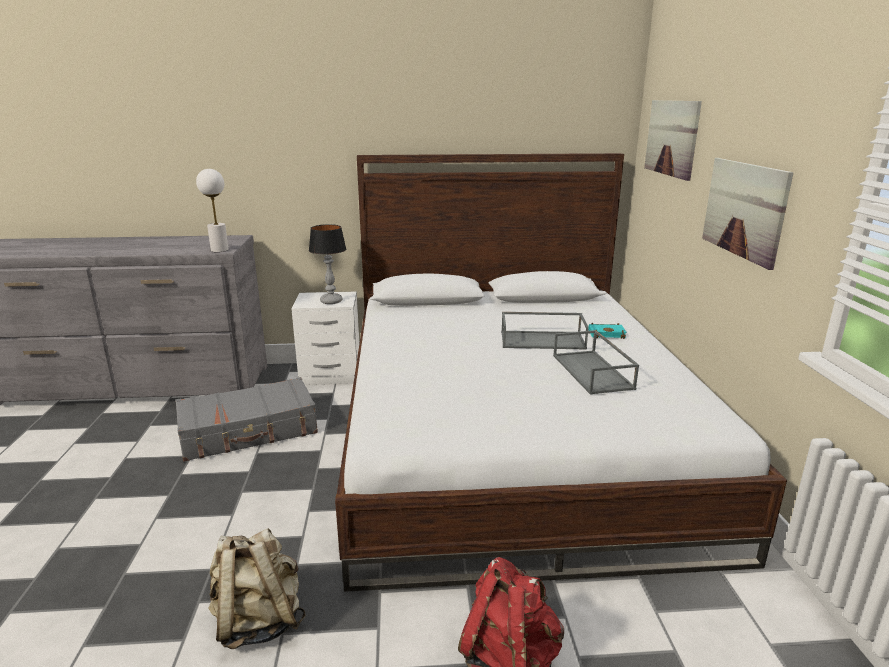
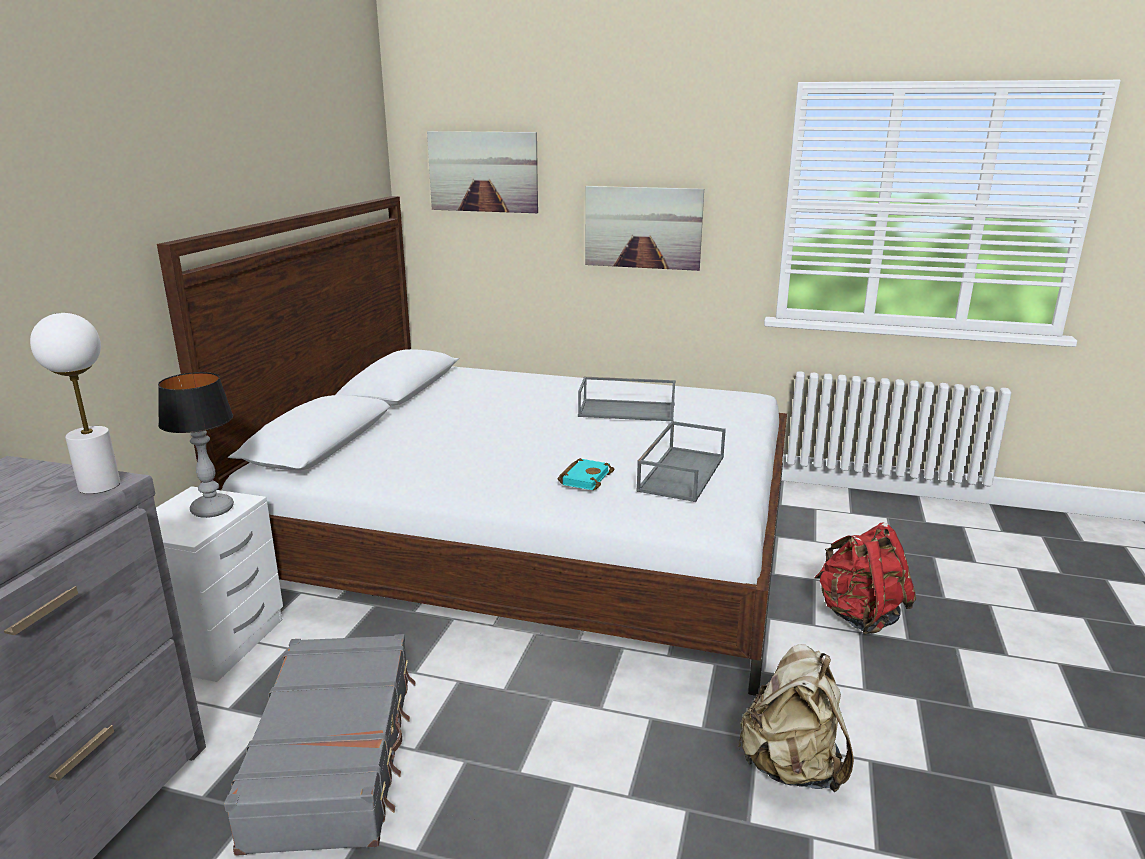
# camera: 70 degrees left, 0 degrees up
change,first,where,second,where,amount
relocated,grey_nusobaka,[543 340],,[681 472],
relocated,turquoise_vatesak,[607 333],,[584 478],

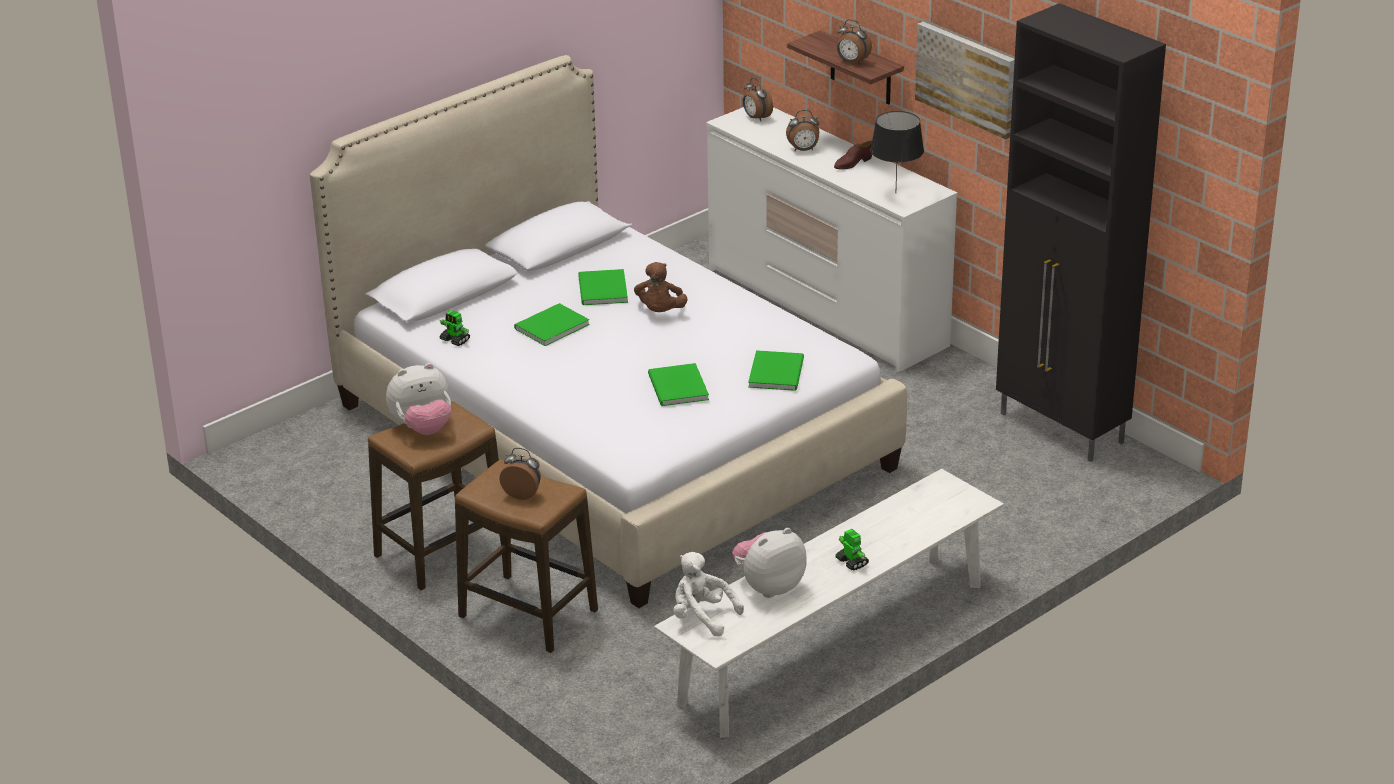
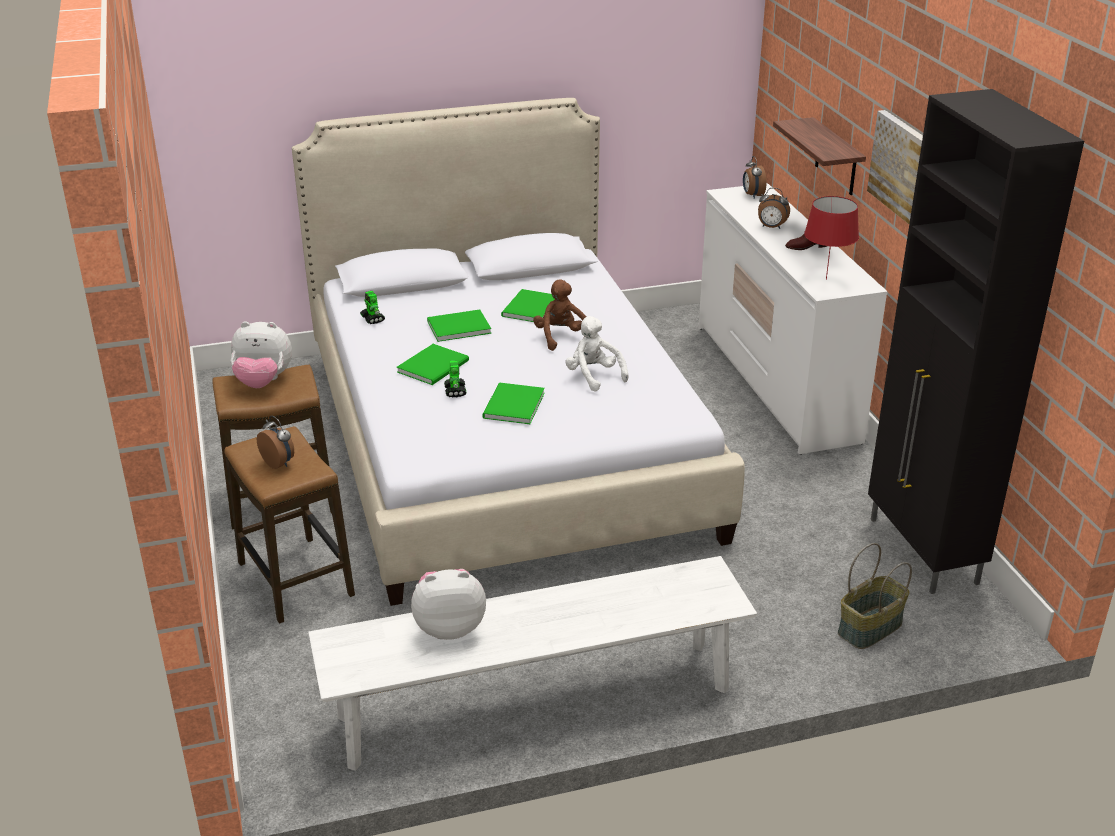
# camera: 25 degrees right, 0 degrees up
change,first,where,second,where,amount
missing,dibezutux,[852 62],,,
appeared,,,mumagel,[870 629],
relocated,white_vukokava,[702 617],,[594 376],
relocated,green_vatesak,[778 372],,[435 366],
relocated,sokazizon,[851 562],,[455 391],
colour,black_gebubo,[895 193],red_gebubo,[825 279],
spun,brown_vukokava,[660 312],,[561 337],135 degrees clockwise

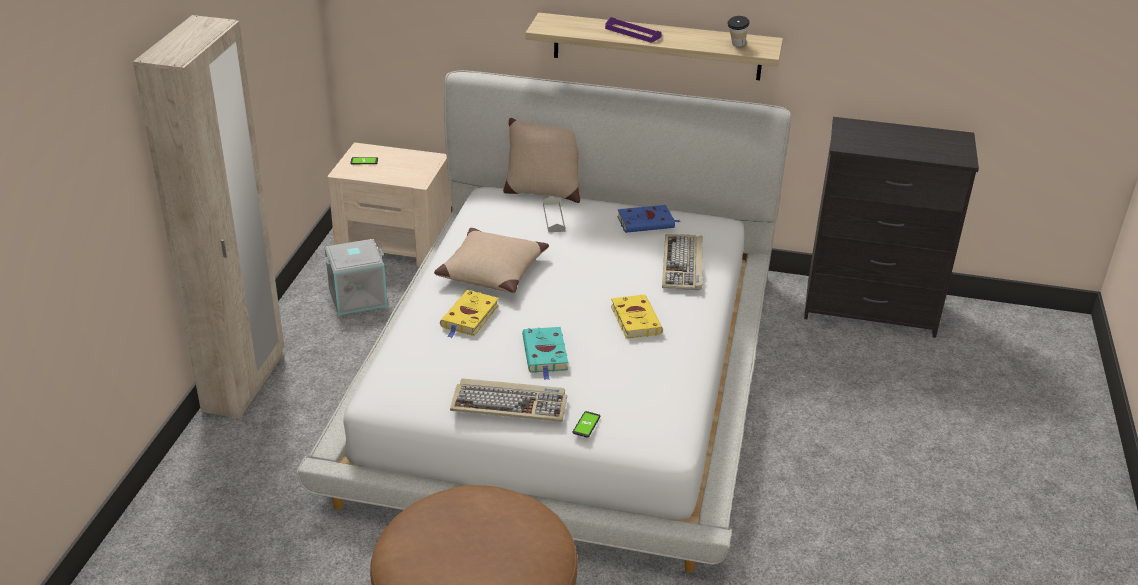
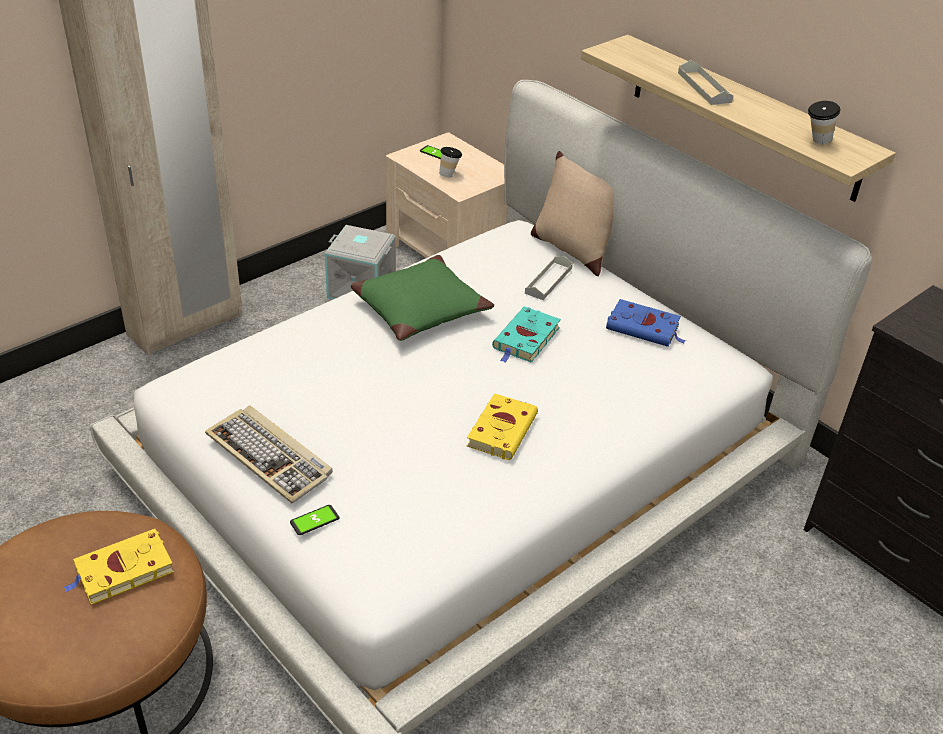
# camera: 35 degrees right, 5 degrees up
change,first,where,second,where,amount
missing,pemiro,[683 265],,,
appeared,,,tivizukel,[449 174],
relocated,yellow_vatesak,[469 317],,[122 571],
relocated,turquoise_vatesak,[545 355],,[525 339],
colour,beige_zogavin,[491 271],green_zogavin,[420 309],
colour,purple_nusobaka,[633 33],grey_nusobaka,[704 87],

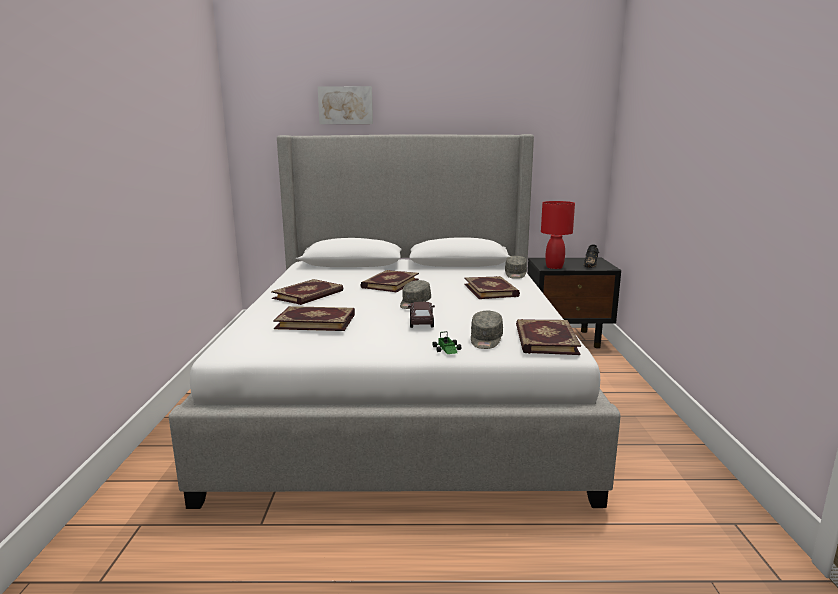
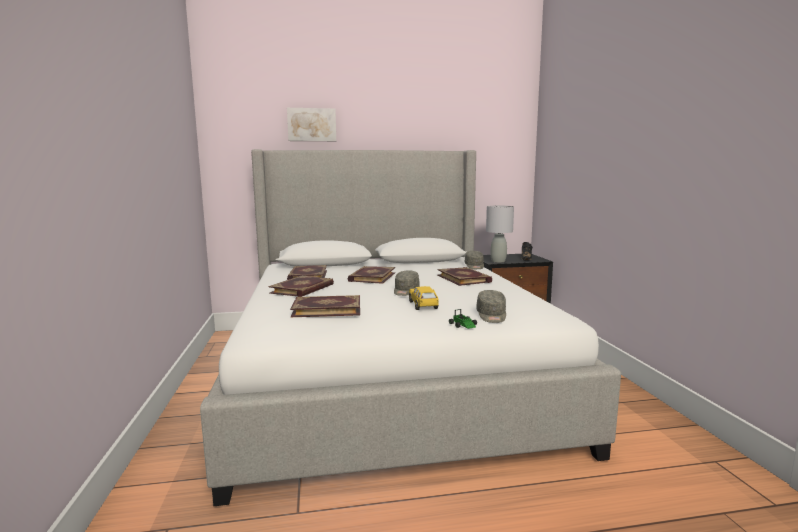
# camera: 10 degrees left, 5 degrees down
change,first,where,second,where,amount
relocated,vatesak,[544 340],,[307 275],
colour,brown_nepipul,[421 322],yellow_nepipul,[423 305],
colour,red_gebubo,[554 267],grey_gebubo,[498 261],

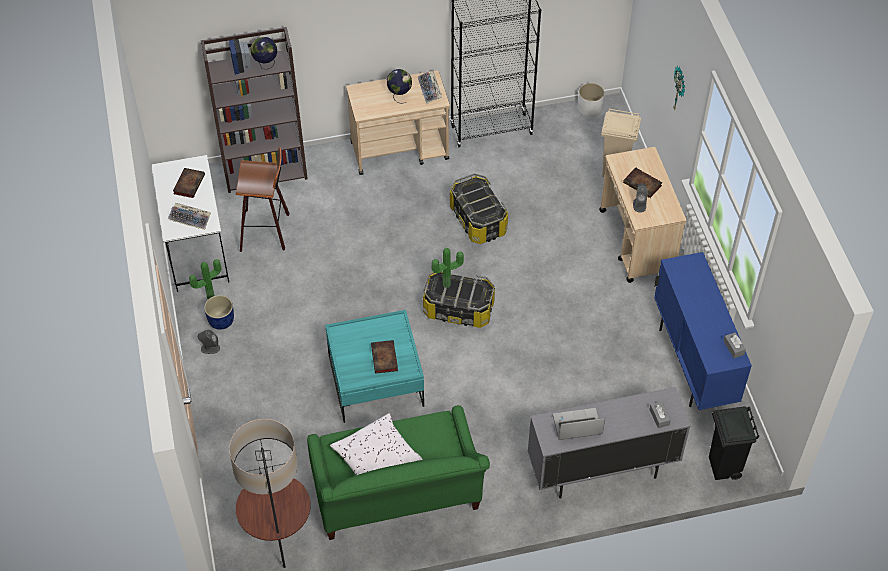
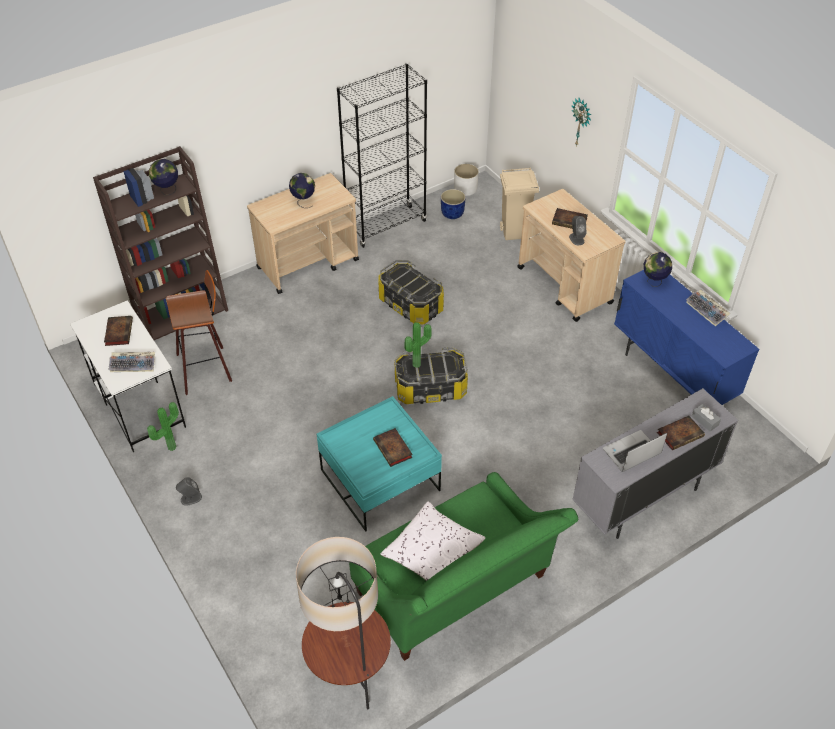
# camera: 20 degrees left, 5 degrees down
change,first,where,second,where,amount
missing,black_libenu,[723 468],,,
missing,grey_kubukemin,[733 348],,,
appeared,,,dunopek,[654 282],
appeared,,,vatesak,[680 434],
relocated,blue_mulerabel,[221 321],,[452 213],
relocated,pemiro,[430 90],,[707 310],

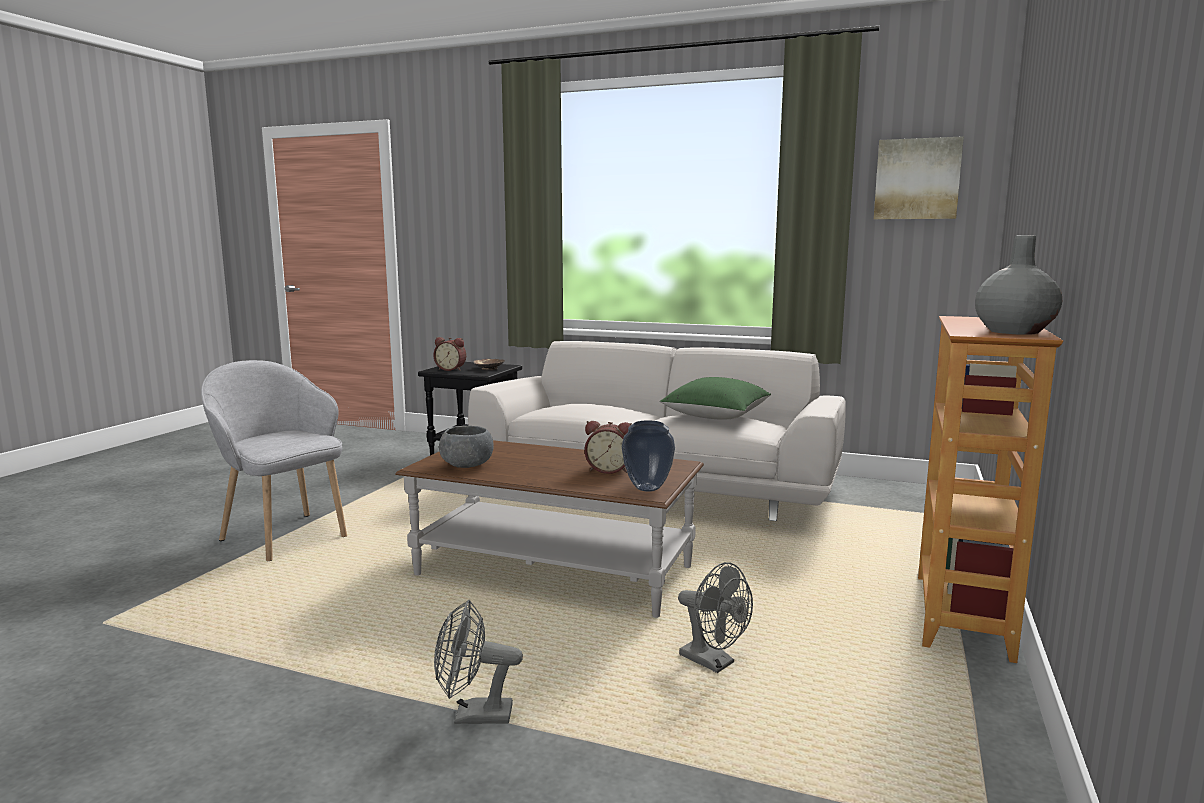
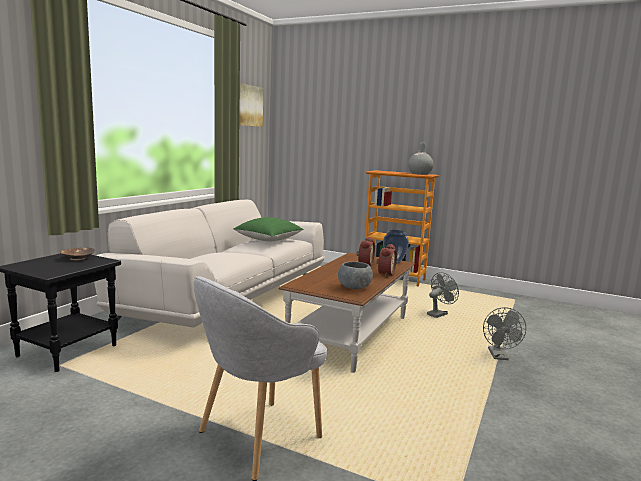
# camera: 85 degrees left, 0 degrees up
change,first,where,second,where,amount
relocated,dibezutux,[451 369],,[384 273],

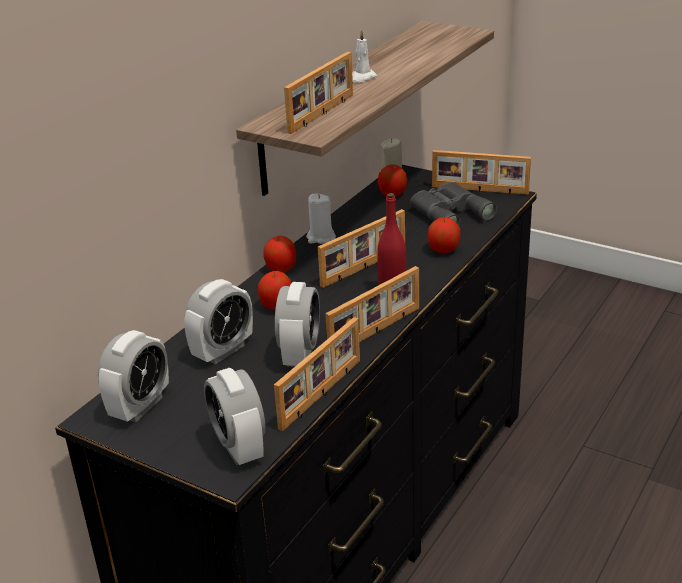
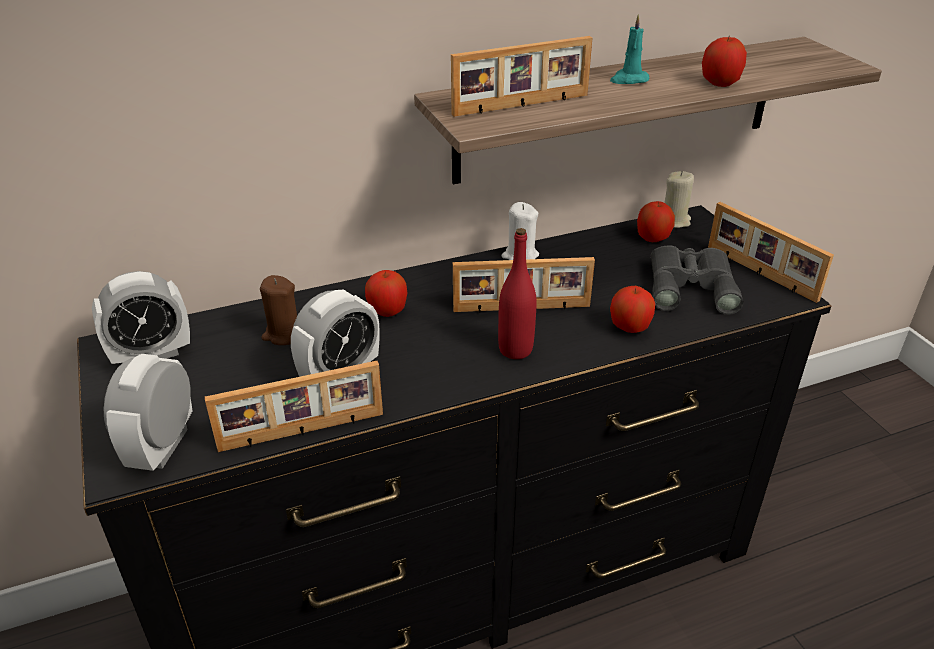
# camera: 35 degrees right, 5 degrees up
change,first,where,second,where,amount
missing,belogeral,[376 332],,,
relocated,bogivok,[281 269],,[720 83],
exchanged,dibezutux,[223 351],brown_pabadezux,[283 334],
colour,white_pabadezux,[362 78],turquoise_pabadezux,[628 80],

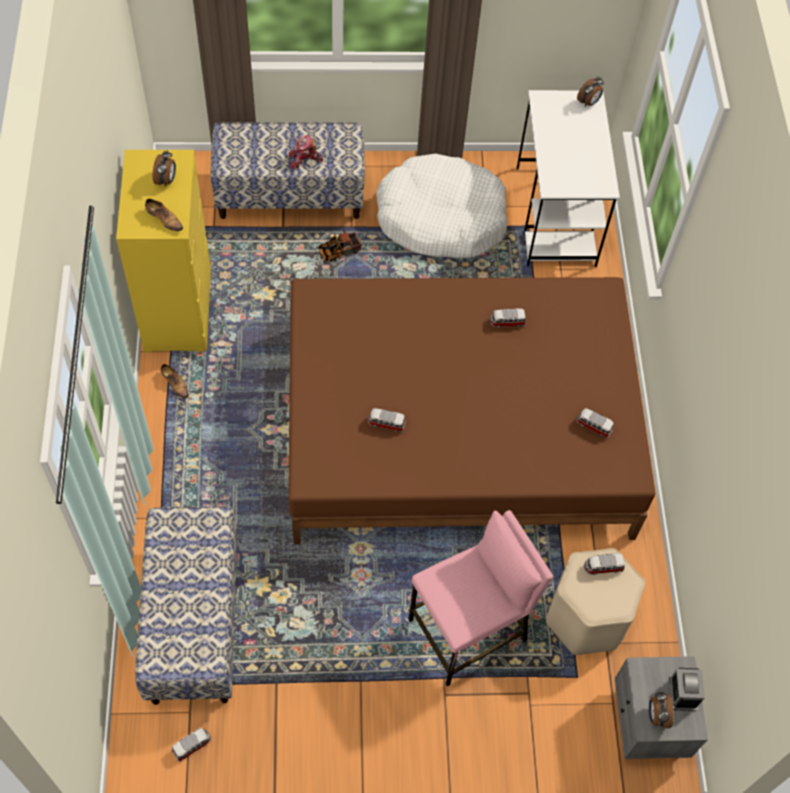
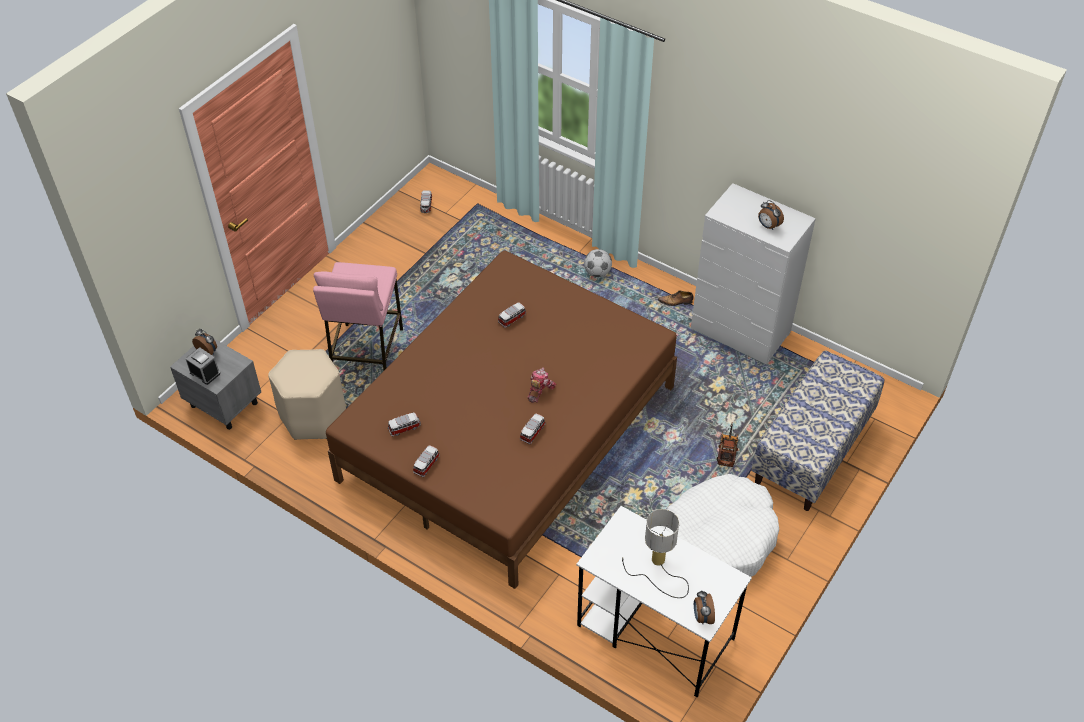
# camera: 130 degrees right, 10 degrees down
change,first,where,second,where,amount
missing,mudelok,[193 621],,,
missing,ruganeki,[164 219],,,
appeared,,,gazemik,[597 272],
appeared,,,gebubo,[657 567],
relocated,sokazizon,[304 160],,[539 390],
relocated,nepipul,[603 567],,[427 464],
colour,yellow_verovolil,[178 309],white_verovolil,[740 331],

